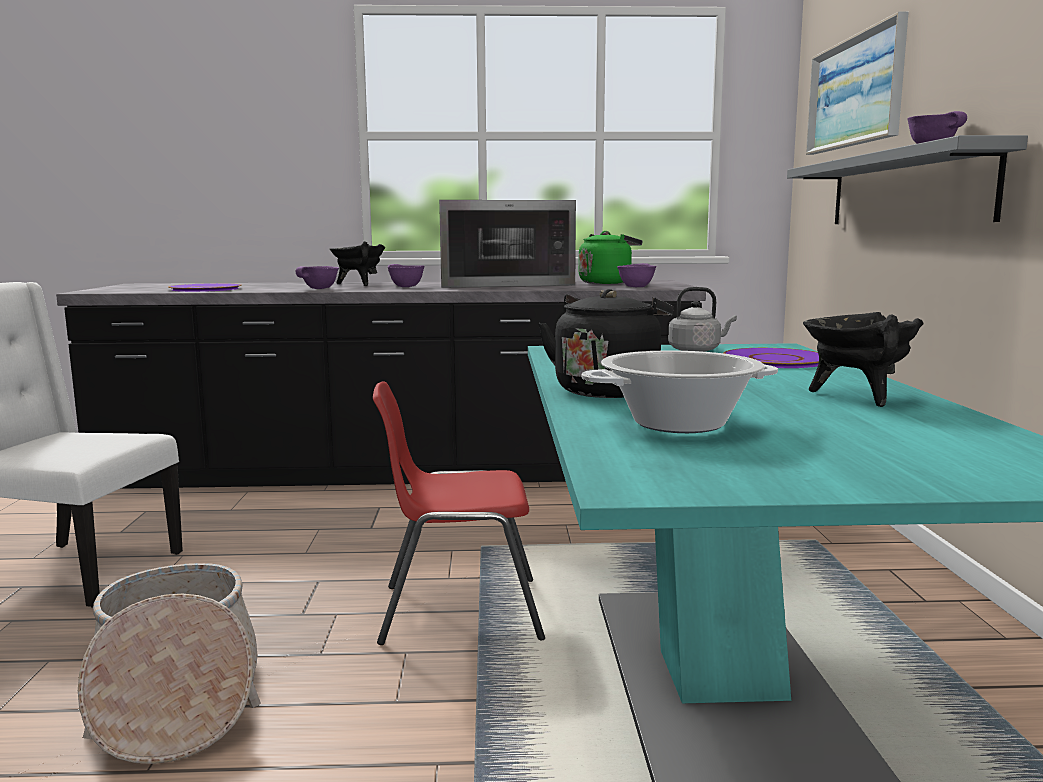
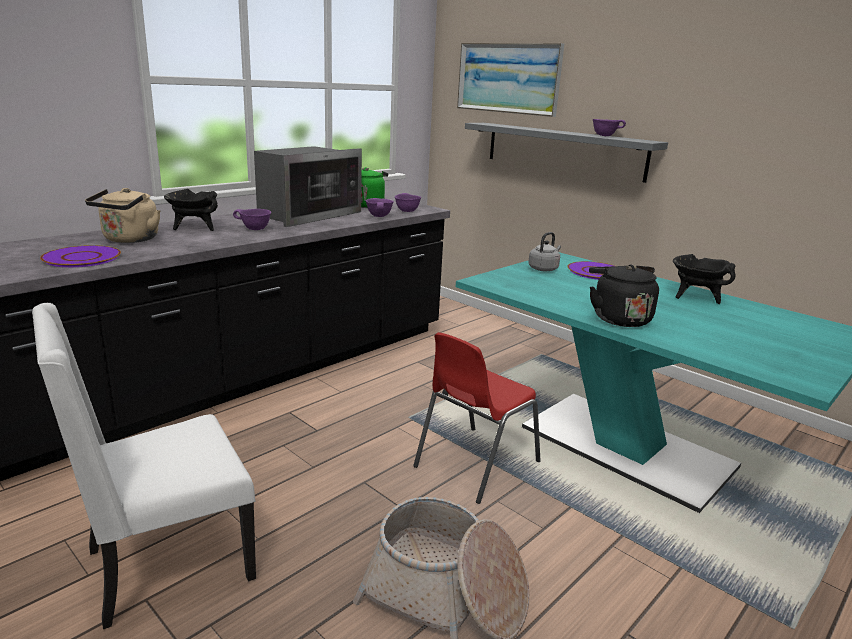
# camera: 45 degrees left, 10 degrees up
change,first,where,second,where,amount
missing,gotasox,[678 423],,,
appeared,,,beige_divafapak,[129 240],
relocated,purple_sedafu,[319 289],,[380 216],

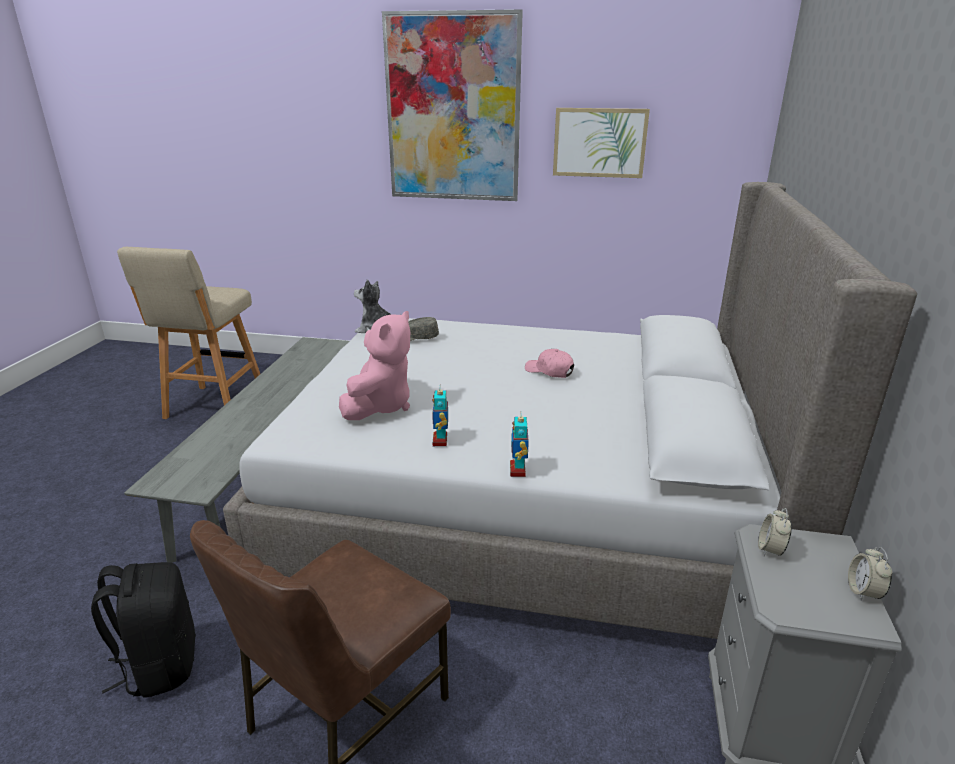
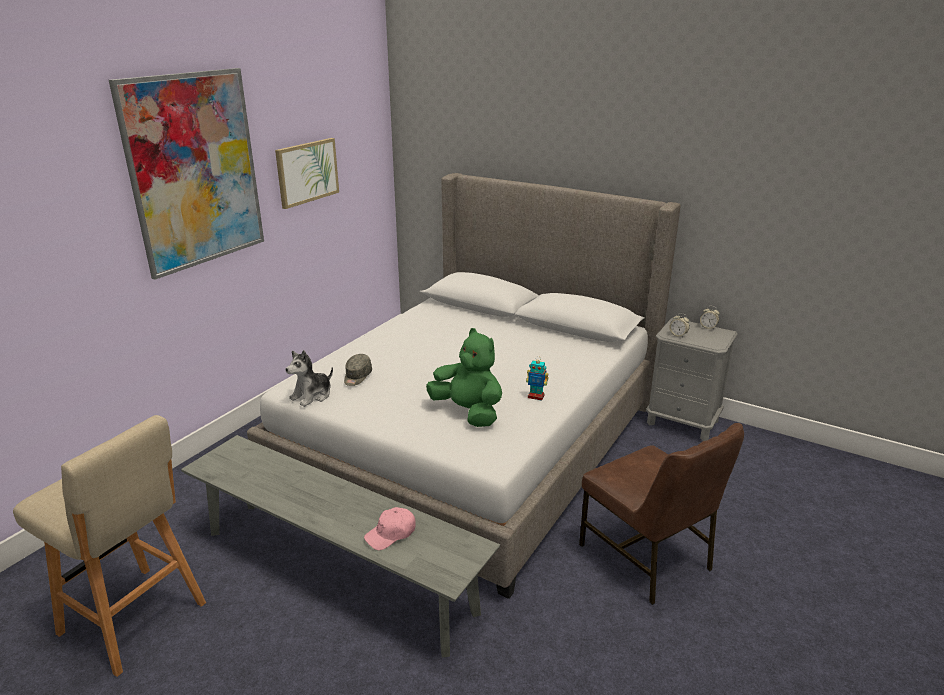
# camera: 70 degrees left, 0 degrees up
change,first,where,second,where,amount
missing,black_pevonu,[160 665],,,
missing,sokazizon,[518 470],,,
relocated,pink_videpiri,[549 371],,[391 534],
colour,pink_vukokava,[380 405],green_vukokava,[468 412],

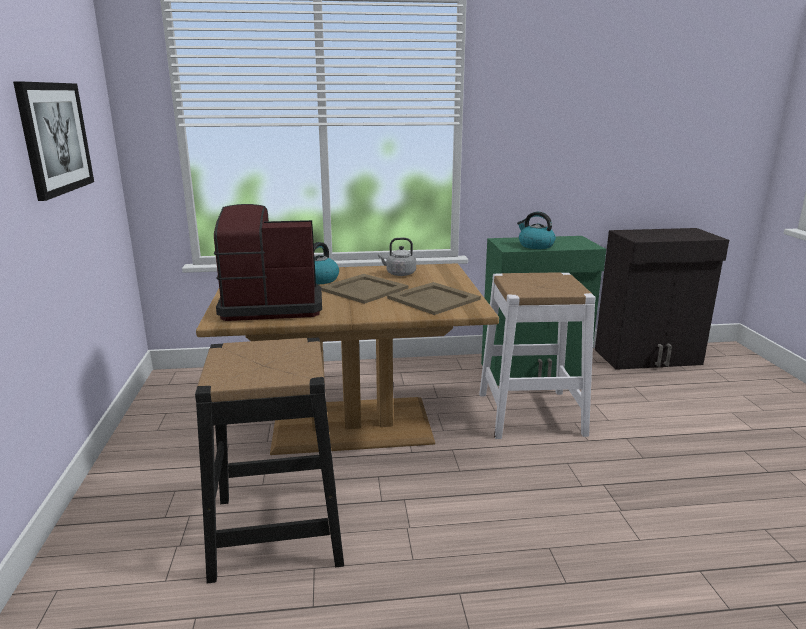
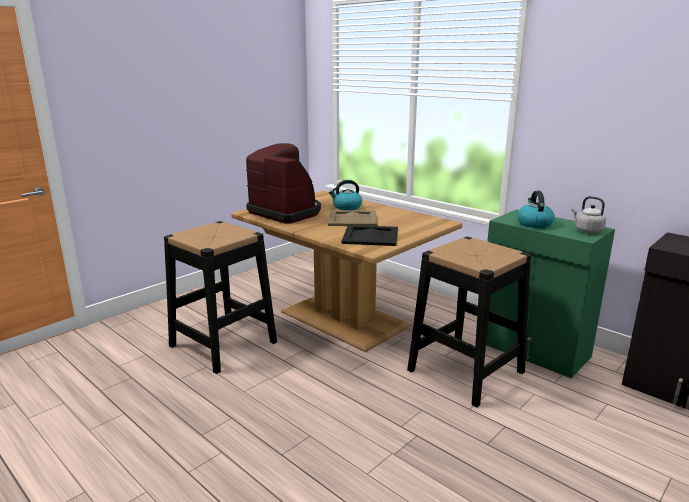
# camera: 50 degrees right, 0 degrees up
change,first,where,second,where,amount
missing,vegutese,[55 138],,,
relocated,grey_divafapak,[399 274],,[586 230],
colour,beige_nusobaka,[433 299],black_nusobaka,[370 236],
colour,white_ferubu,[530 413],black_ferubu,[466 371],

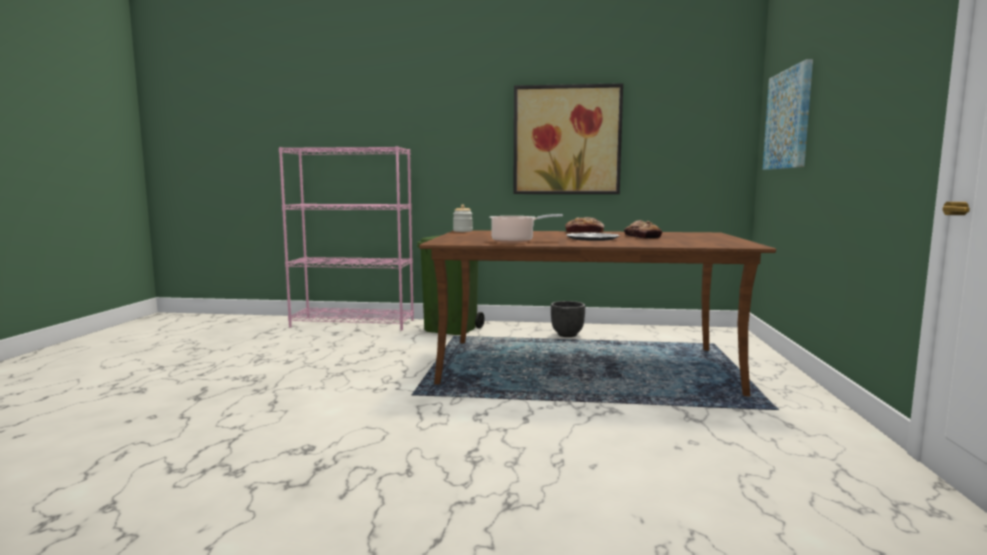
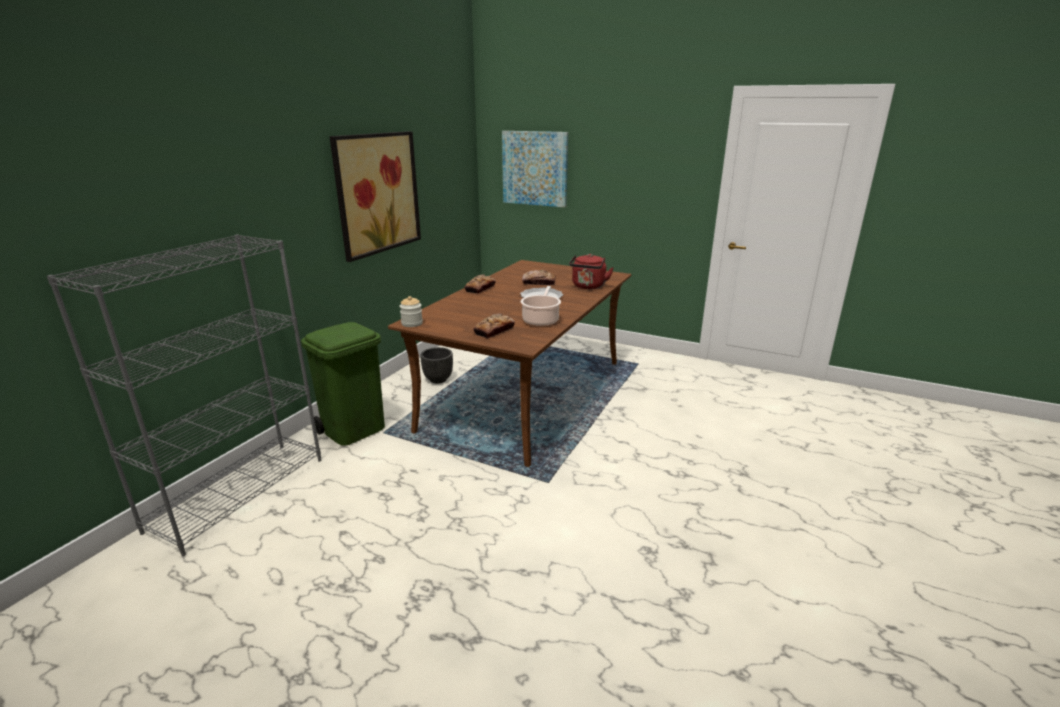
# camera: 70 degrees left, 15 degrees up
change,first,where,second,where,amount
appeared,,,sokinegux,[494 331],
appeared,,,red_divafapak,[588 286],
colour,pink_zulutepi,[353 323],grey_zulutepi,[239 493],

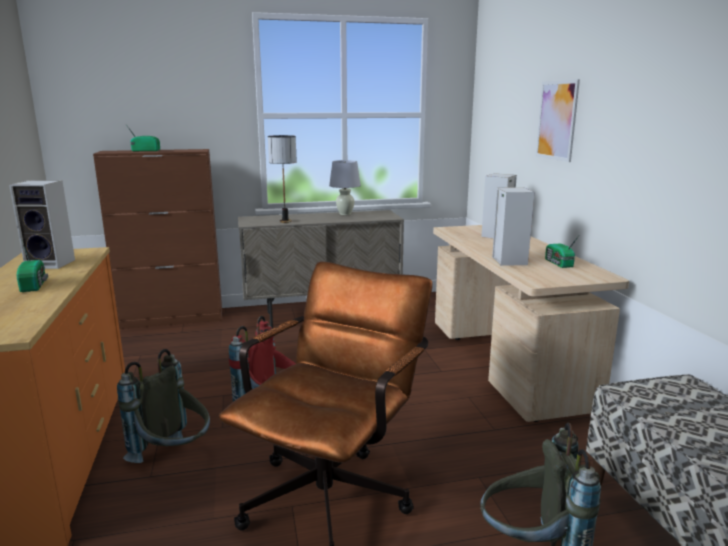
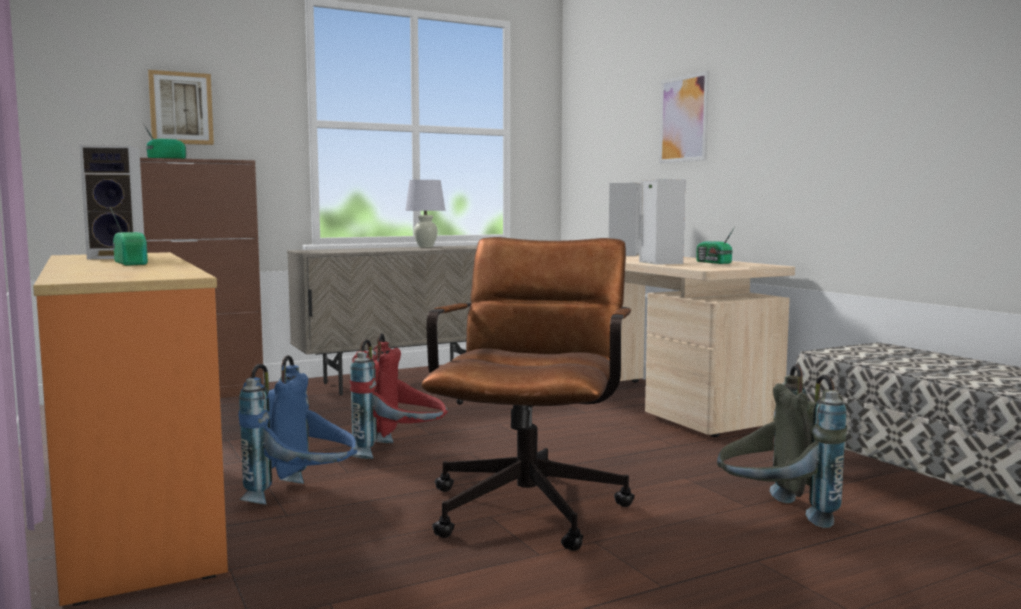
# camera: 15 degrees left, 10 degrees down
change,first,where,second,where,amount
missing,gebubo,[285 221],,,
appeared,,,vegutese,[181 108],
colour,grey_pevonu,[174 457],blue_pevonu,[305 498],

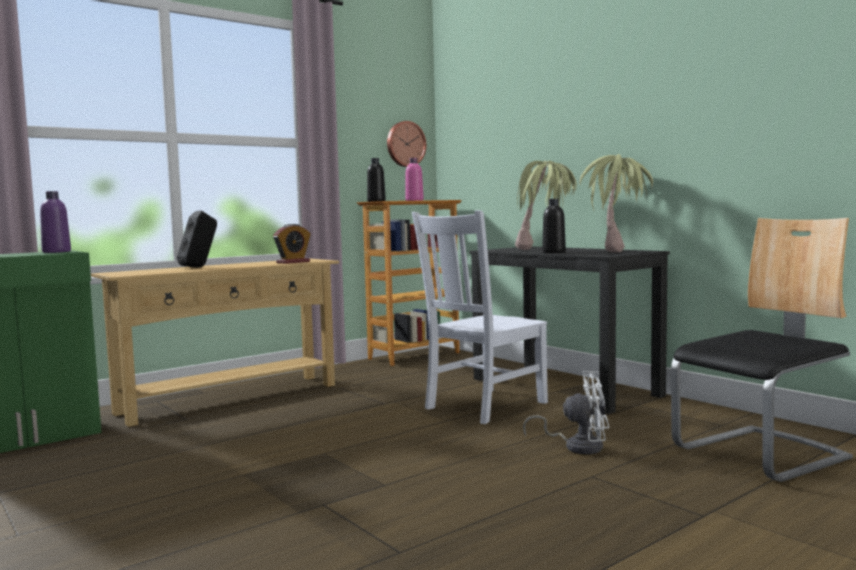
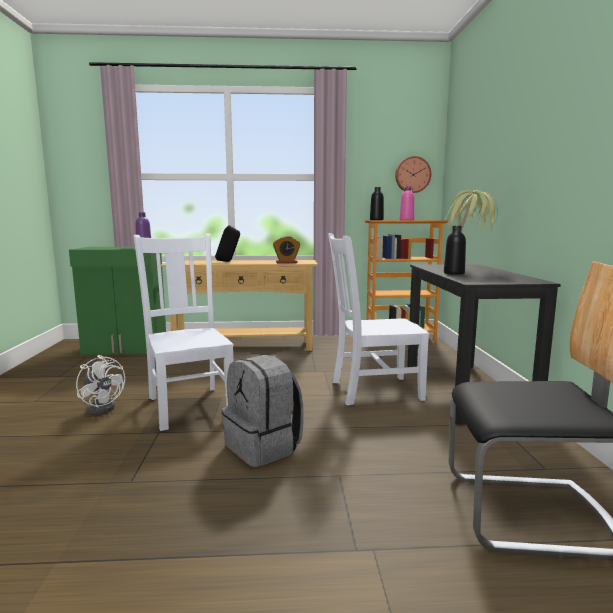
# camera: 35 degrees right, 5 degrees up
change,first,where,second,where,amount
missing,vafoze,[617 251],,,
appeared,,,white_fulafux,[190 405],
appeared,,,grey_pevonu,[264 447],
relocated,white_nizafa,[577 446],,[103 407],

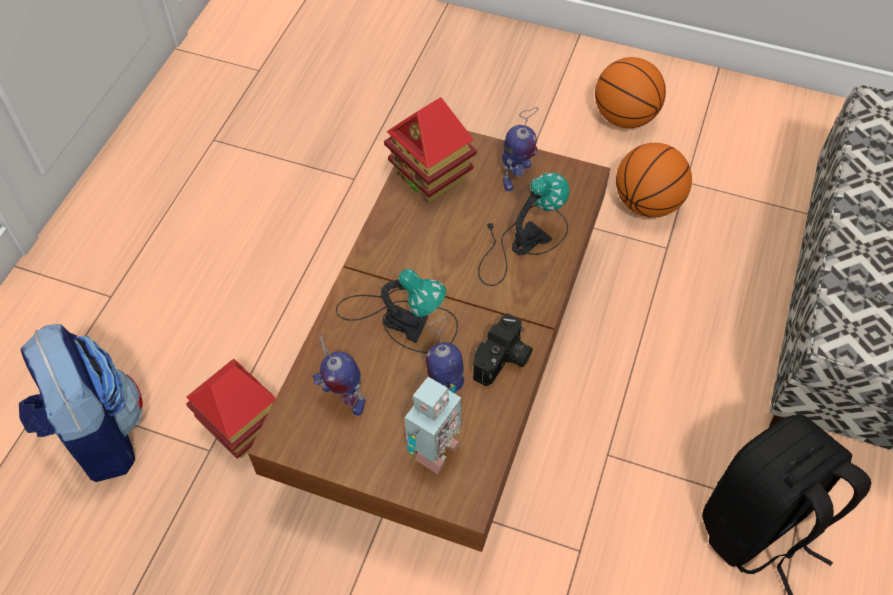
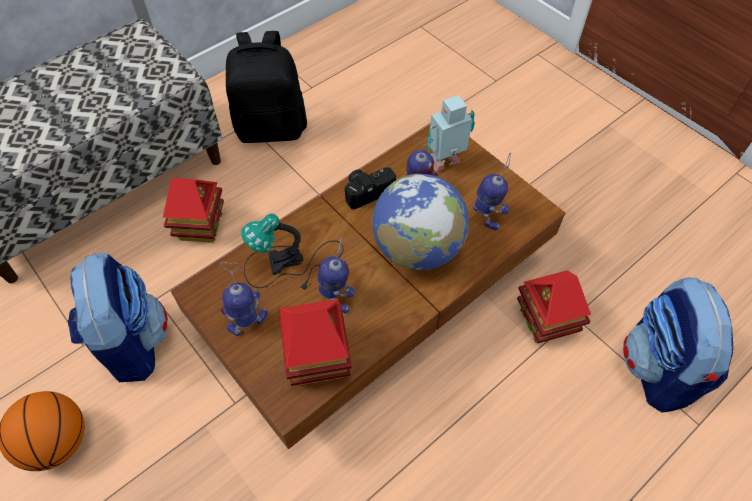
# camera: 150 degrees left, 0 degrees up
change,first,where,second,where,amount
appeared,,,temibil,[201 226],
appeared,,,sokazizon,[336 298],
exchanged,gebubo,[402 319],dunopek,[417 249],
exchanged,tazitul,[647 203],pevonu,[131 342],

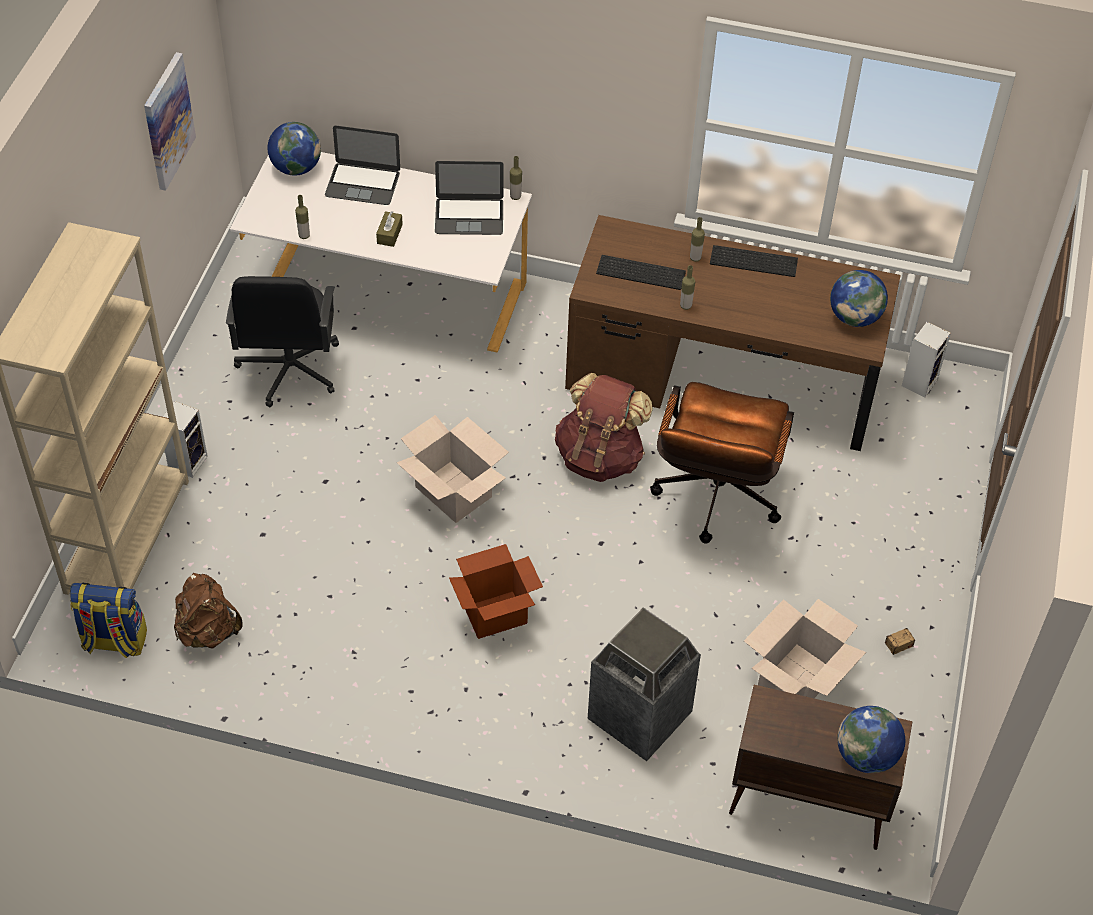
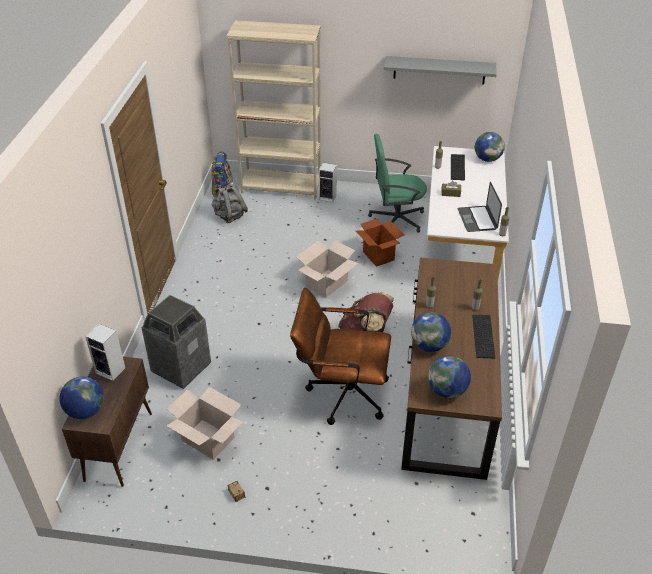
# camera: 85 degrees right, 10 degrees down
change,first,where,second,where,amount
missing,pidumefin,[363 184],,,
appeared,,,dunopek,[429 345],
relocated,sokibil,[495 614],,[378 256],
relocated,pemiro,[642 271],,[458 167],
relocated,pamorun,[919 381],,[112 370],
exchanged,vegutese,[167 121],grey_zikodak,[439 70],
colour,brown_pevonu,[208 631],grey_pevonu,[229 216],
colour,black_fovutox,[289 369],green_fovutox,[396 219],

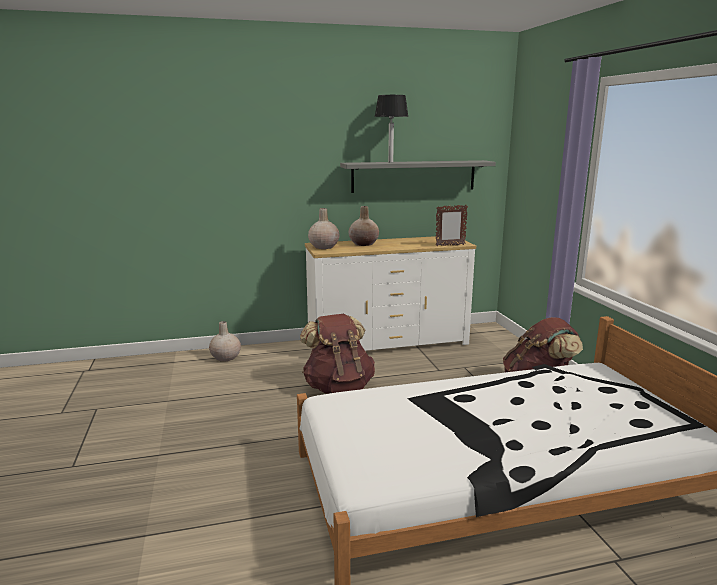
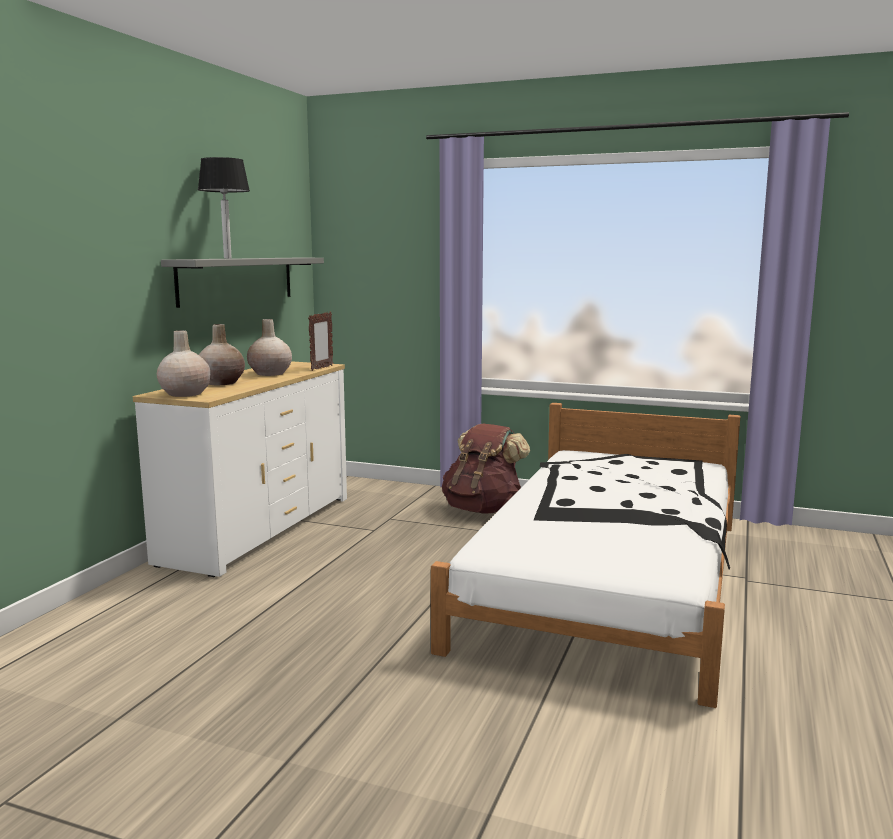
# camera: 55 degrees left, 5 degrees down
change,first,where,second,where,amount
missing,brown_pevonu,[338 387],,,
relocated,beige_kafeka,[225 358],,[270 374],

